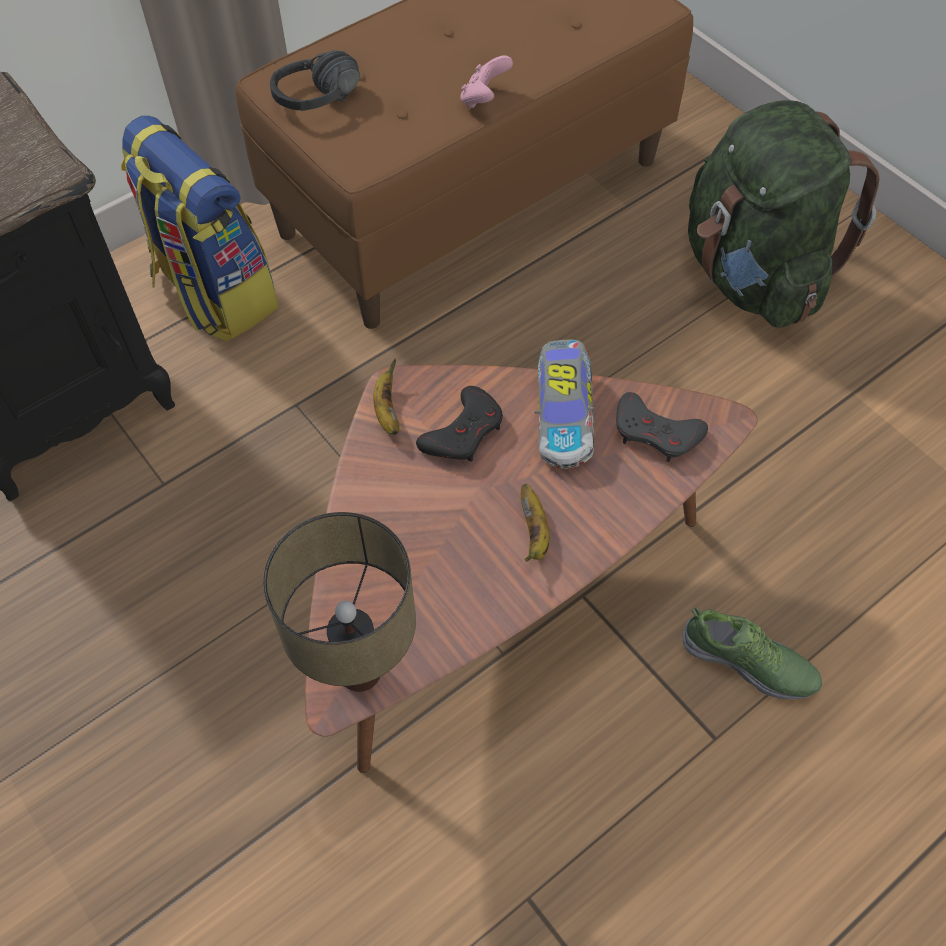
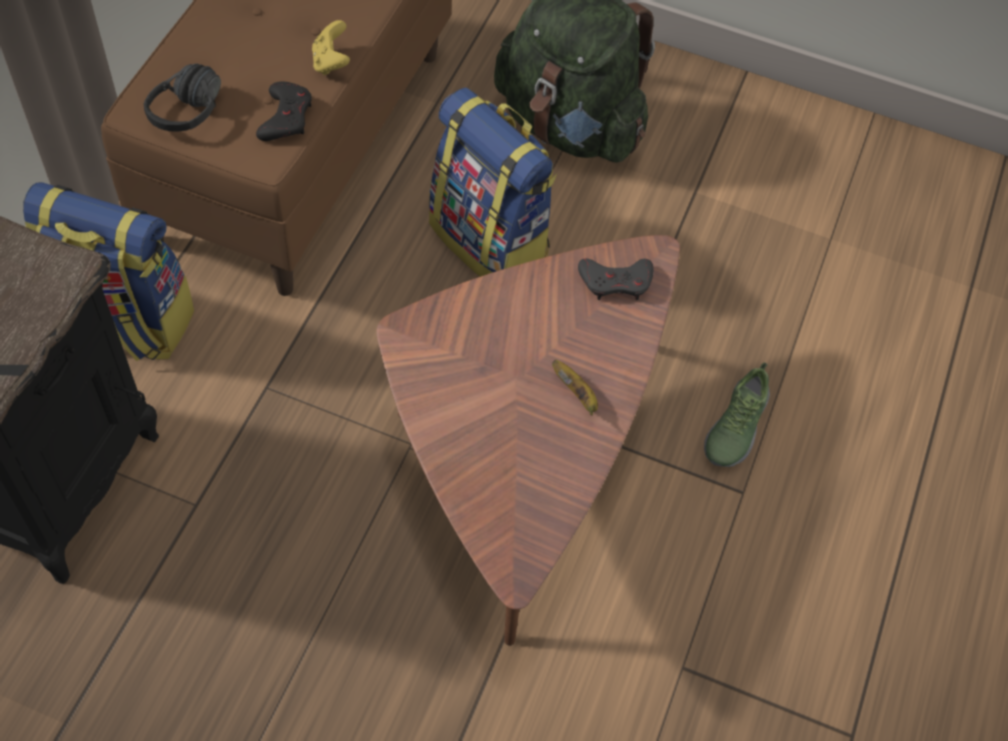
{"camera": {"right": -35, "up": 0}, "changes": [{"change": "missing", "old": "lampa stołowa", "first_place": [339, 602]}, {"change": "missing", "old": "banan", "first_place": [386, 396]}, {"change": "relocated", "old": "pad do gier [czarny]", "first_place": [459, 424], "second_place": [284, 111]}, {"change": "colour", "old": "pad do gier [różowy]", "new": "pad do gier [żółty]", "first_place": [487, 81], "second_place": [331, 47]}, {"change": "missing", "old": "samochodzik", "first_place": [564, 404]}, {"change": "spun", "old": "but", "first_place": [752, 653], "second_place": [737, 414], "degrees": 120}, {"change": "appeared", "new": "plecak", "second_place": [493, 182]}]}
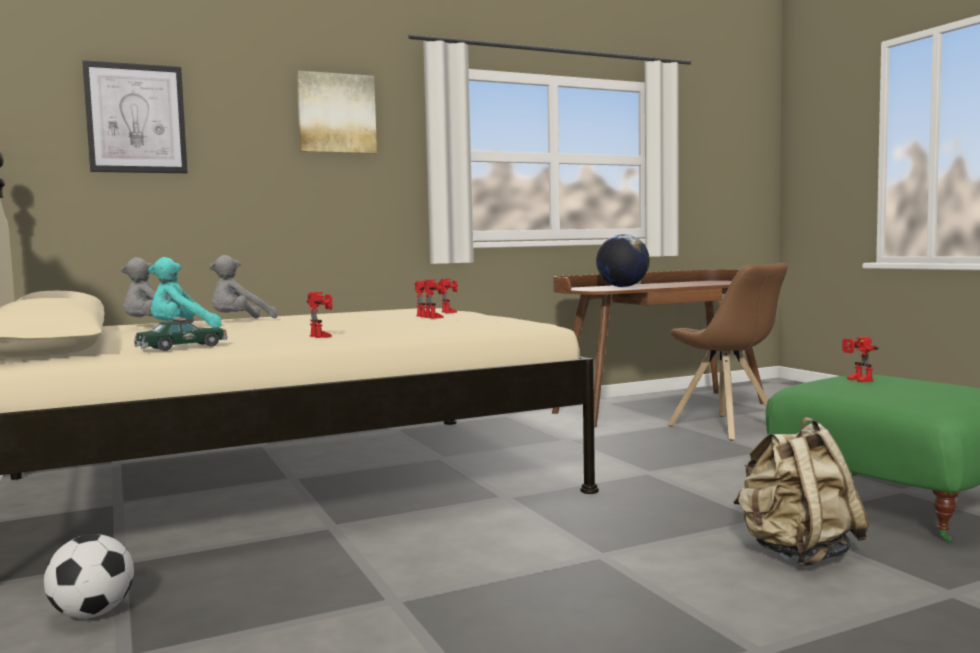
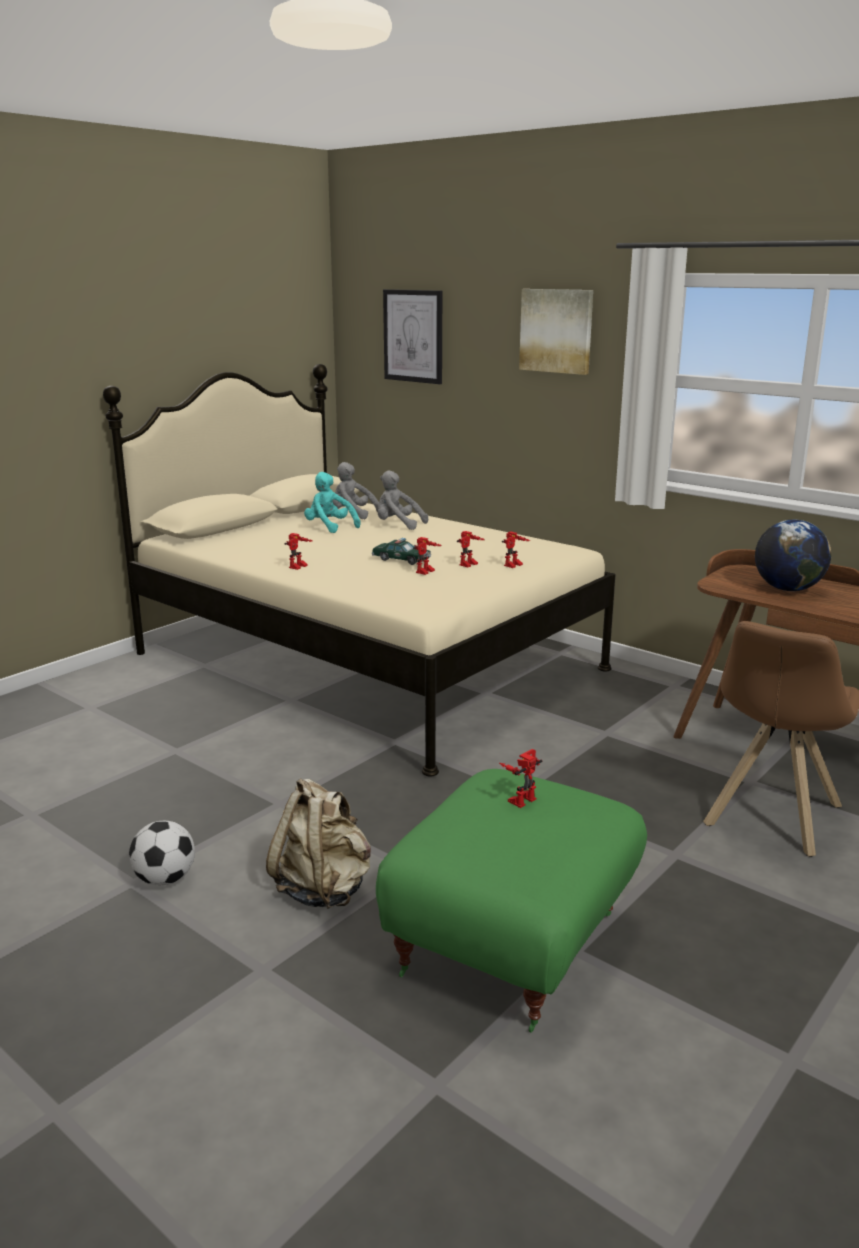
{"camera": {"right": 65, "up": 15}, "changes": [{"change": "relocated", "old": "piłka futbolowa", "first_place": [89, 576], "second_place": [162, 853]}, {"change": "relocated", "old": "samochodzik", "first_place": [181, 334], "second_place": [401, 551]}]}
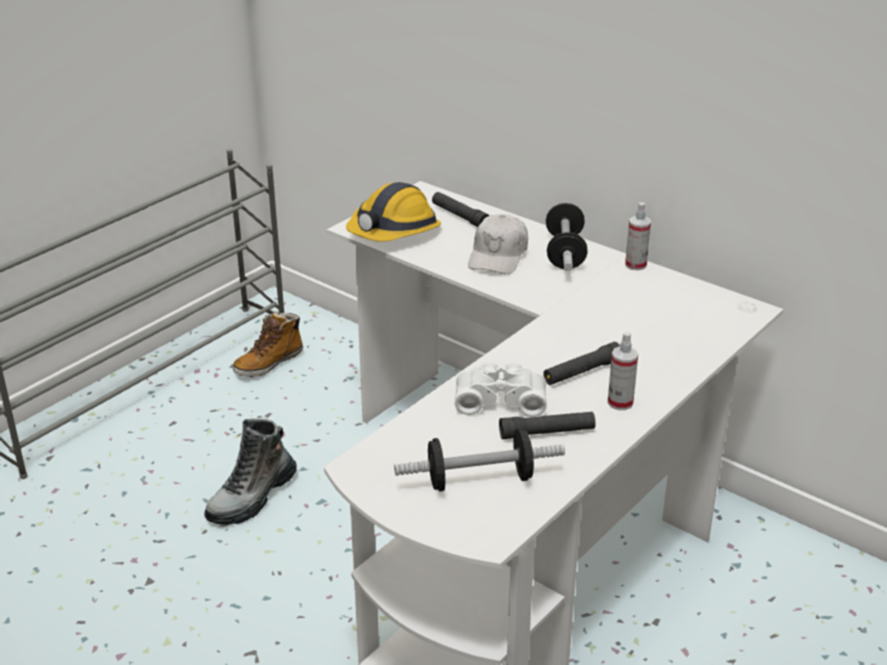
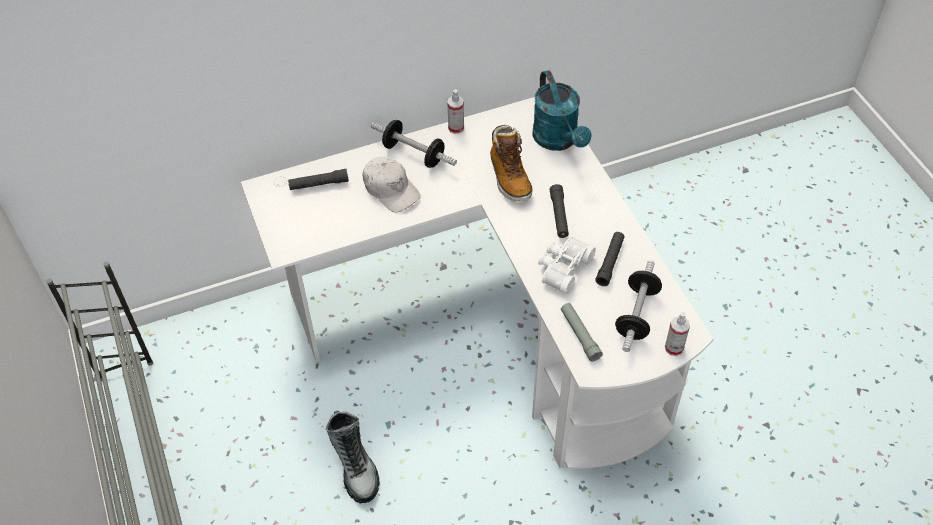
{"camera": {"right": -60, "up": 20}, "changes": [{"change": "relocated", "old": "but z cholewką", "first_place": [267, 344], "second_place": [511, 163]}, {"change": "missing", "old": "kask", "first_place": [393, 212]}, {"change": "relocated", "old": "spryskiwacz", "first_place": [623, 371], "second_place": [677, 334]}, {"change": "appeared", "new": "konewka [turkusowy]", "second_place": [562, 110]}, {"change": "appeared", "new": "latarka [szary]", "second_place": [582, 332]}]}
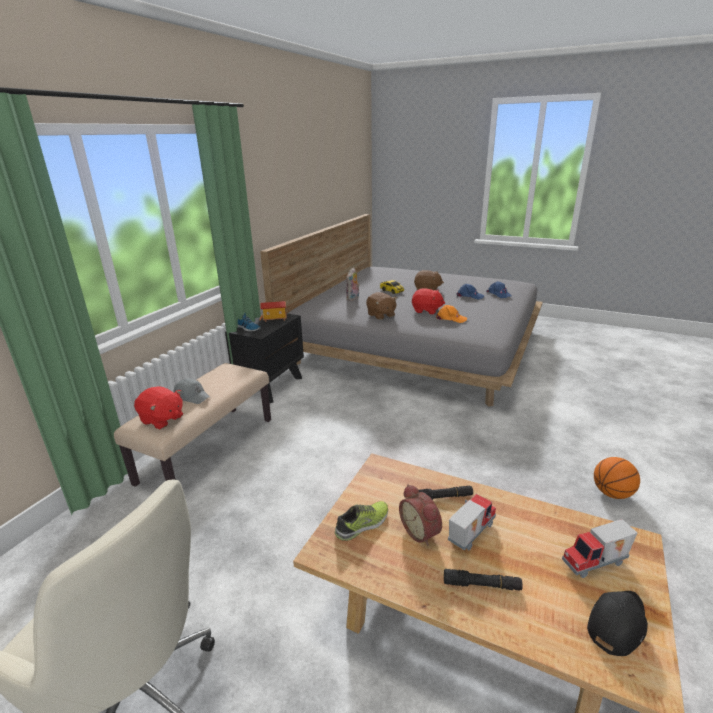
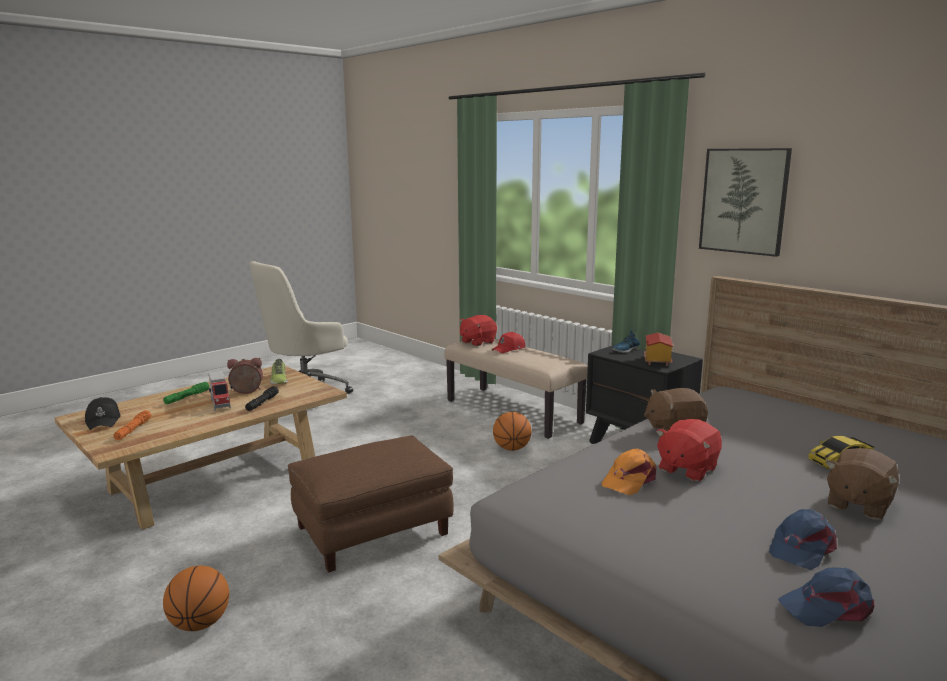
{"camera": {"right": 110, "up": -10}, "changes": [{"change": "colour", "old": "czapka z daszkiem [szary]", "new": "czapka z daszkiem [czerwony]", "first_place": [192, 391], "second_place": [508, 342]}, {"change": "missing", "old": "pluszak", "first_place": [353, 284]}, {"change": "colour", "old": "latarka [czarny]", "new": "latarka [zielony]", "first_place": [483, 579], "second_place": [186, 393]}, {"change": "exchanged", "old": "ciężarówka zabawkowa", "new": "latarka [pomarańczowy]", "first_place": [599, 548], "second_place": [132, 425]}, {"change": "appeared", "new": "pufa [brązowy]", "second_place": [371, 504]}, {"change": "appeared", "new": "piłka do koszykówki", "second_place": [512, 431]}, {"change": "appeared", "new": "obraz", "second_place": [745, 202]}]}
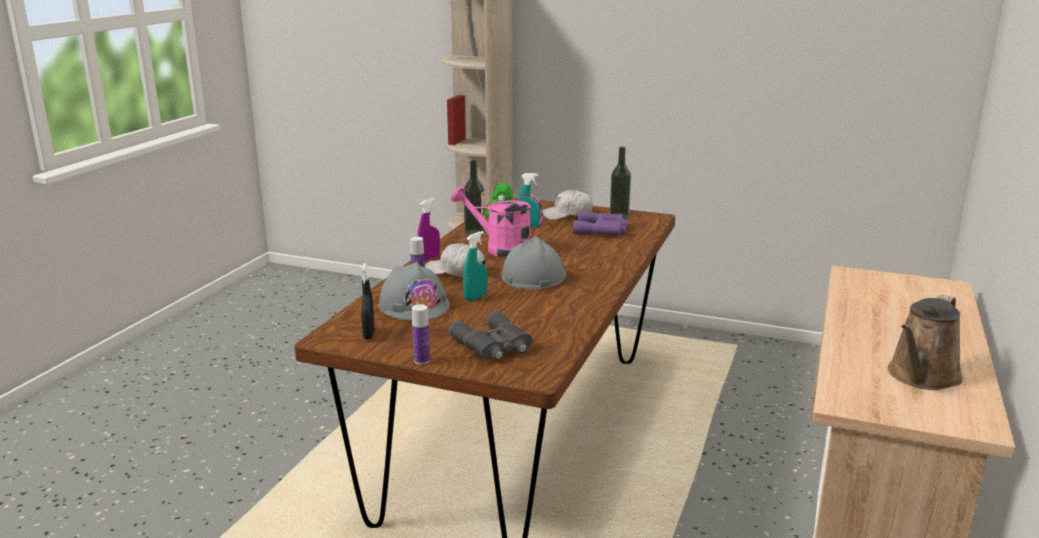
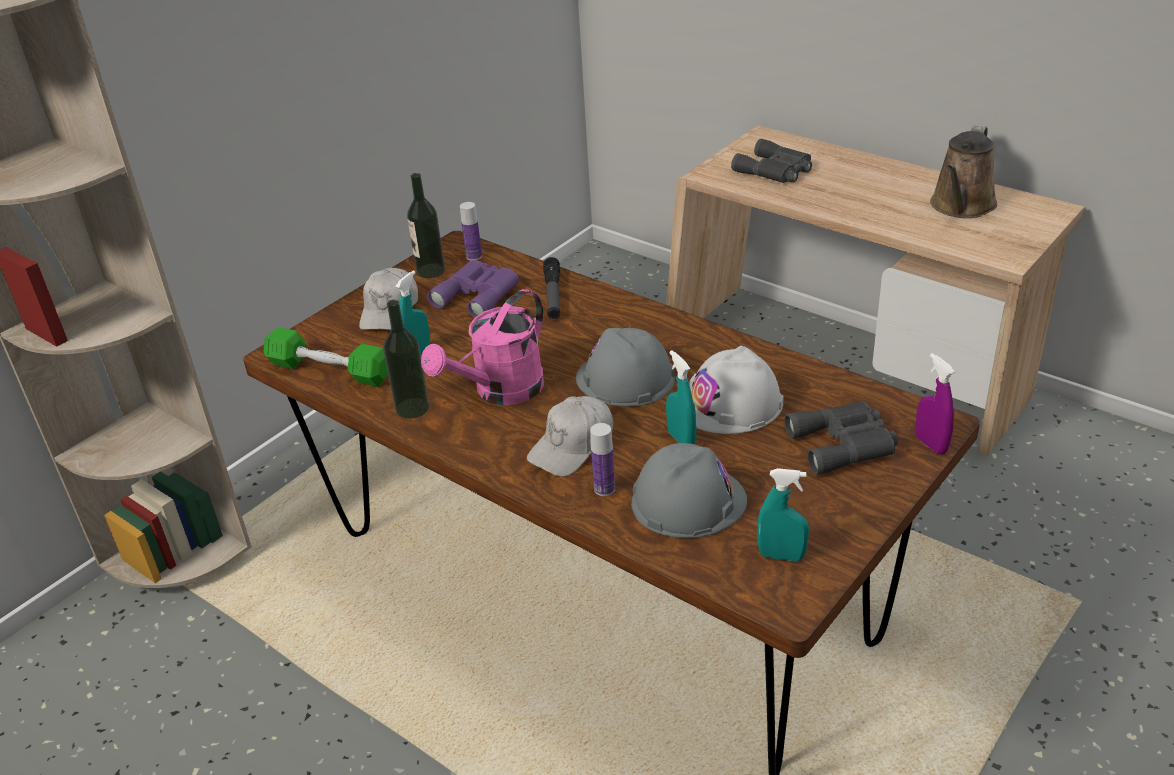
{"camera": {"right": -70, "up": 15}, "changes": [{"change": "colour", "old": "spryskiwacz [czarny]", "new": "spryskiwacz [turkusowy]", "first_place": [368, 301], "second_place": [783, 514]}, {"change": "relocated", "old": "butelka", "first_place": [421, 334], "second_place": [471, 231]}, {"change": "relocated", "old": "spryskiwacz [fioletowy]", "first_place": [428, 229], "second_place": [935, 404]}, {"change": "spun", "old": "konewka [brązowy]", "first_place": [925, 342], "second_place": [963, 172], "degrees": 60}, {"change": "appeared", "new": "latarka", "second_place": [551, 288]}, {"change": "appeared", "new": "kask [biały]", "second_place": [736, 390]}, {"change": "appeared", "new": "lornetka [szary]", "second_place": [771, 161]}]}
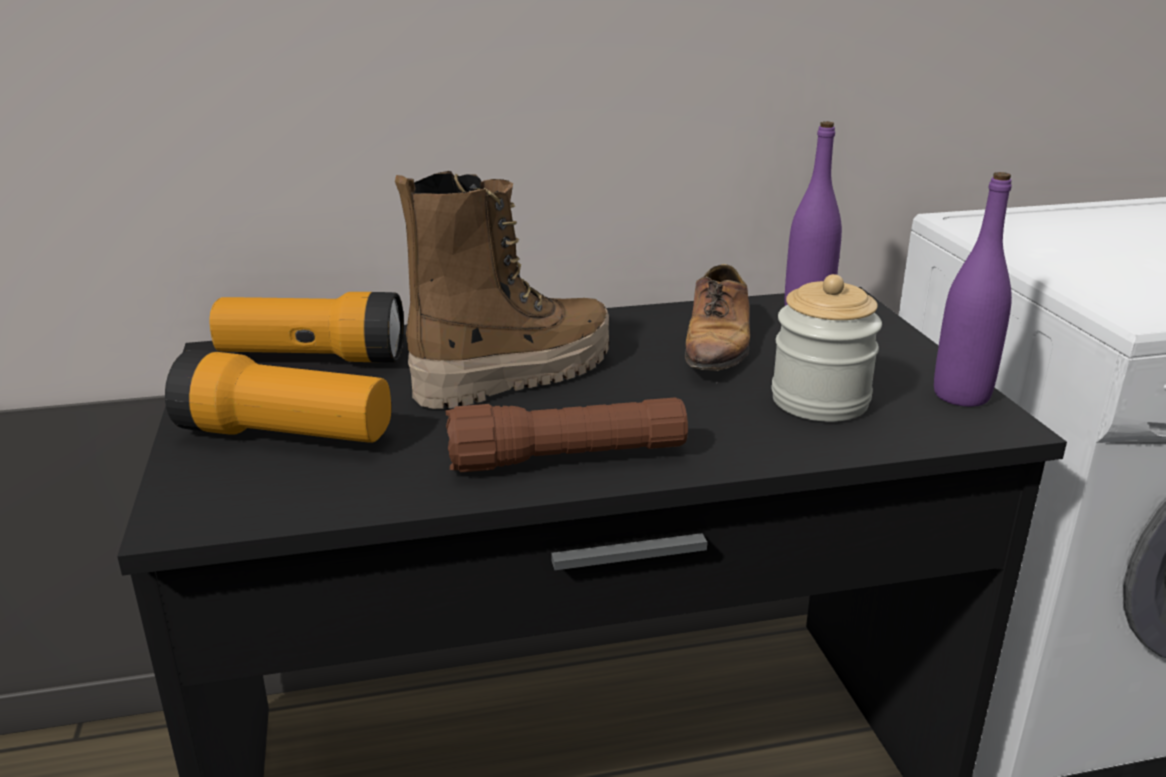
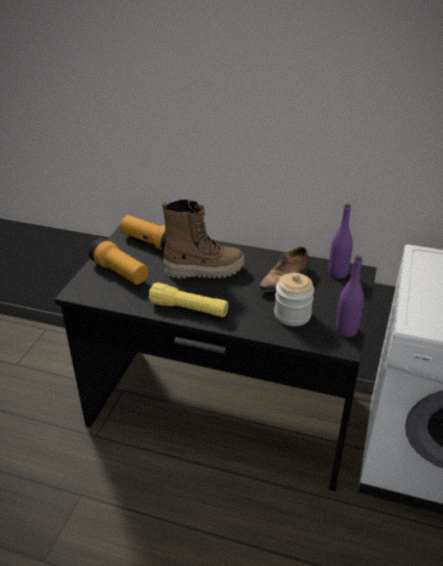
{"camera": {"right": 30, "up": 10}, "changes": [{"change": "colour", "old": "latarka [brązowy]", "new": "latarka [żółty]", "first_place": [566, 434], "second_place": [188, 300]}]}
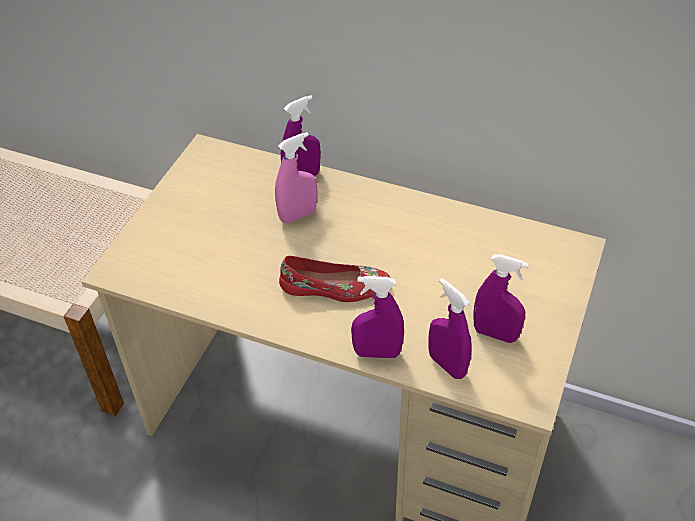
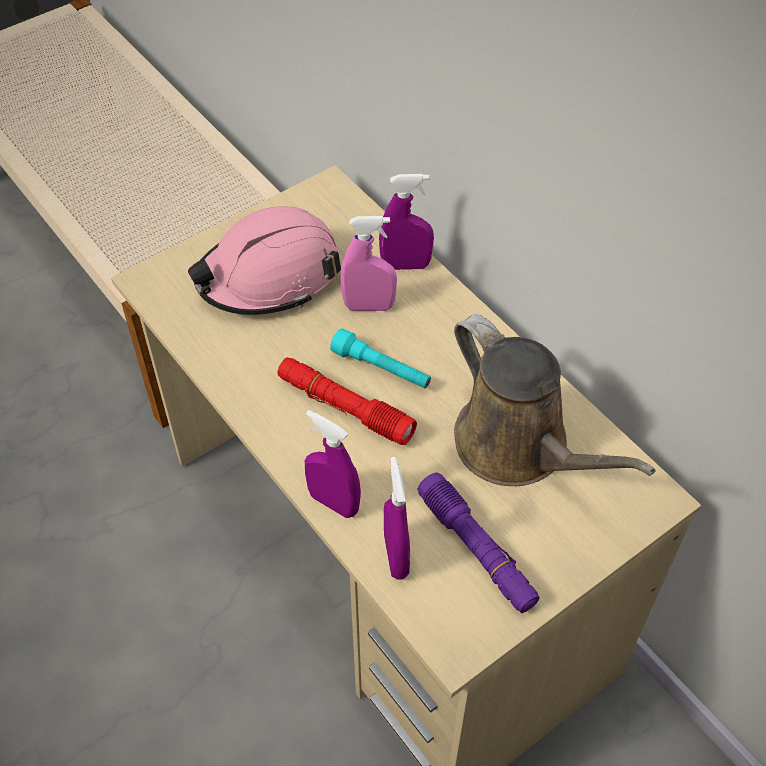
{"camera": {"right": 30, "up": 5}, "changes": [{"change": "exchanged", "old": "but [czerwony]", "new": "latarka [czerwony]", "first_place": [334, 279], "second_place": [347, 401]}, {"change": "exchanged", "old": "spryskiwacz [fioletowy]", "new": "latarka [fioletowy]", "first_place": [501, 298], "second_place": [479, 542]}, {"change": "appeared", "new": "kask [różowy]", "second_place": [264, 260]}, {"change": "appeared", "new": "latarka [turkusowy]", "second_place": [380, 358]}, {"change": "appeared", "new": "konewka [brązowy]", "second_place": [555, 400]}]}
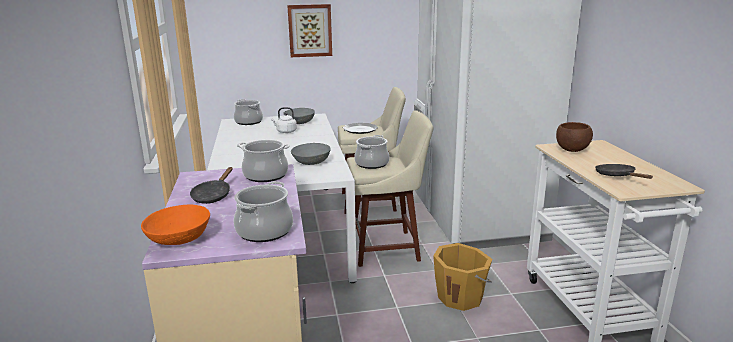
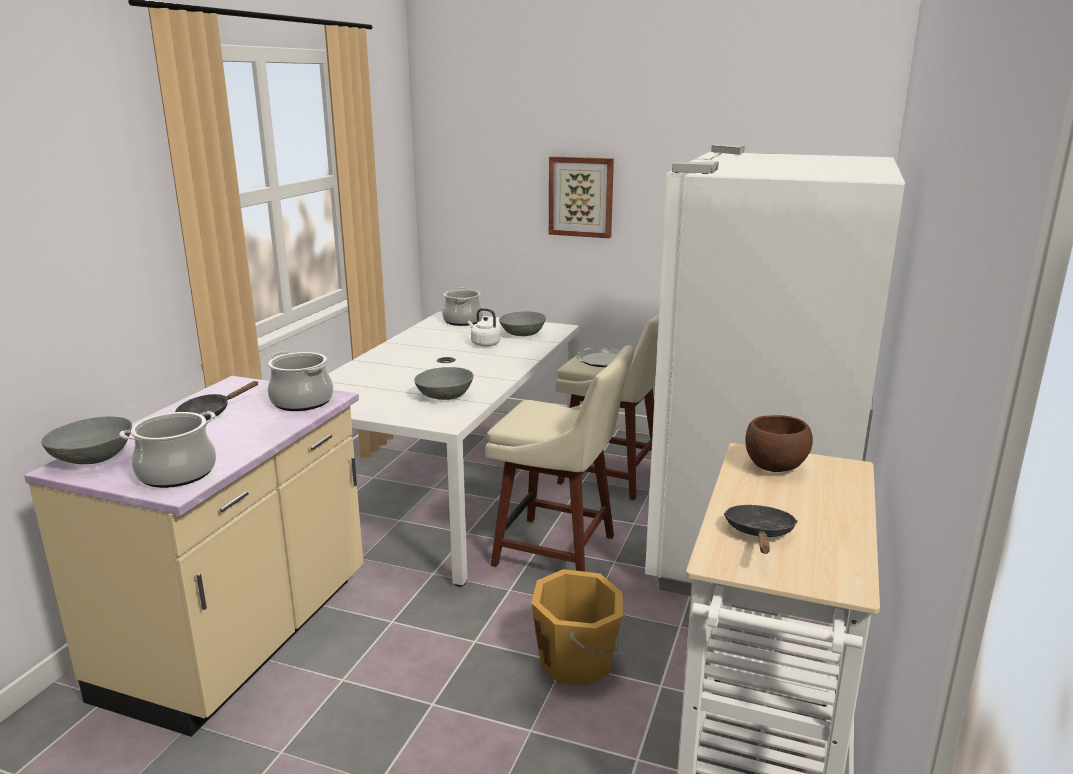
{"camera": {"right": 30, "up": 0}, "changes": [{"change": "colour", "old": "miska [pomarańczowy]", "new": "miska [szary]", "first_place": [175, 225], "second_place": [87, 440]}, {"change": "missing", "old": "garnek", "first_place": [371, 152]}]}
